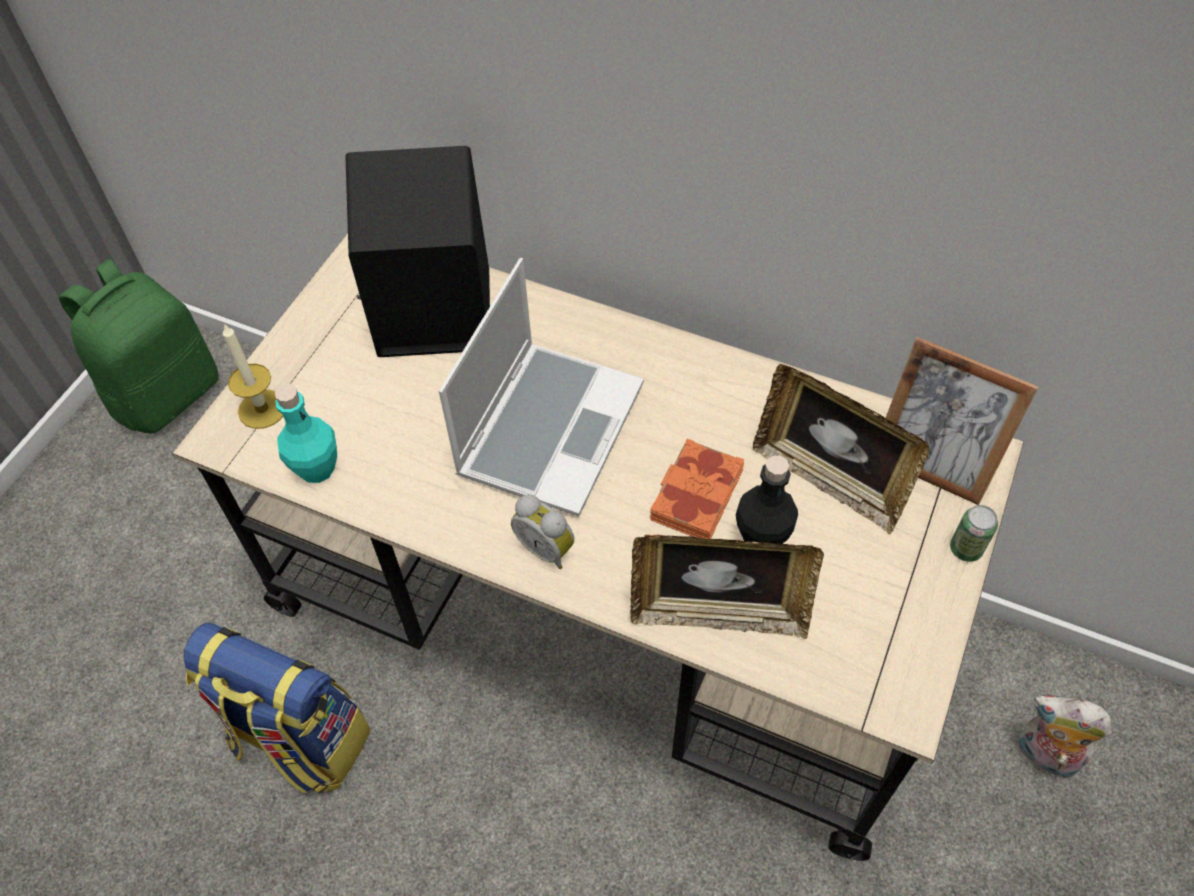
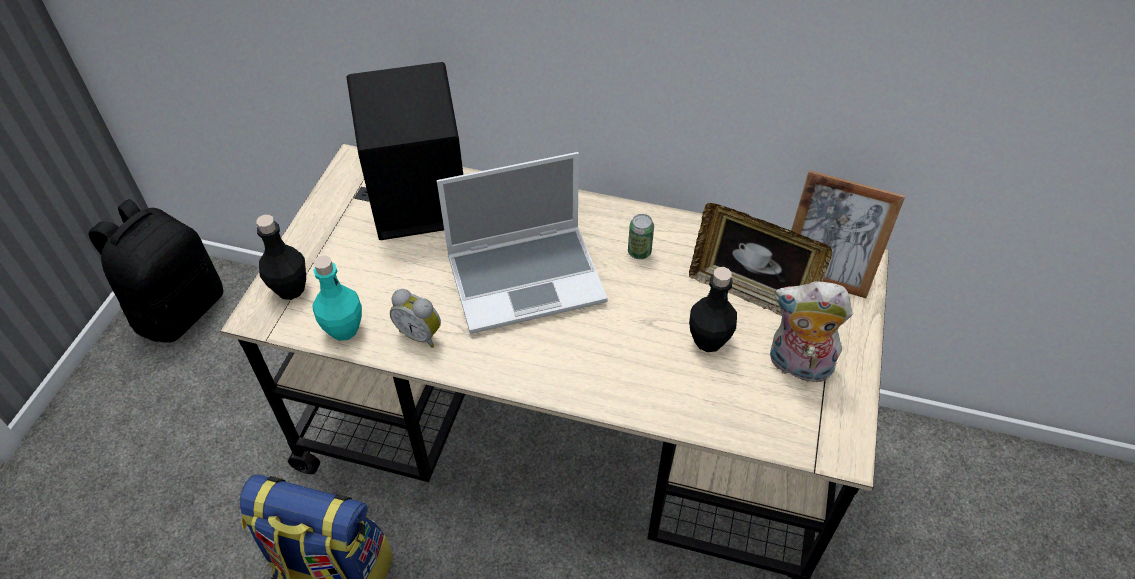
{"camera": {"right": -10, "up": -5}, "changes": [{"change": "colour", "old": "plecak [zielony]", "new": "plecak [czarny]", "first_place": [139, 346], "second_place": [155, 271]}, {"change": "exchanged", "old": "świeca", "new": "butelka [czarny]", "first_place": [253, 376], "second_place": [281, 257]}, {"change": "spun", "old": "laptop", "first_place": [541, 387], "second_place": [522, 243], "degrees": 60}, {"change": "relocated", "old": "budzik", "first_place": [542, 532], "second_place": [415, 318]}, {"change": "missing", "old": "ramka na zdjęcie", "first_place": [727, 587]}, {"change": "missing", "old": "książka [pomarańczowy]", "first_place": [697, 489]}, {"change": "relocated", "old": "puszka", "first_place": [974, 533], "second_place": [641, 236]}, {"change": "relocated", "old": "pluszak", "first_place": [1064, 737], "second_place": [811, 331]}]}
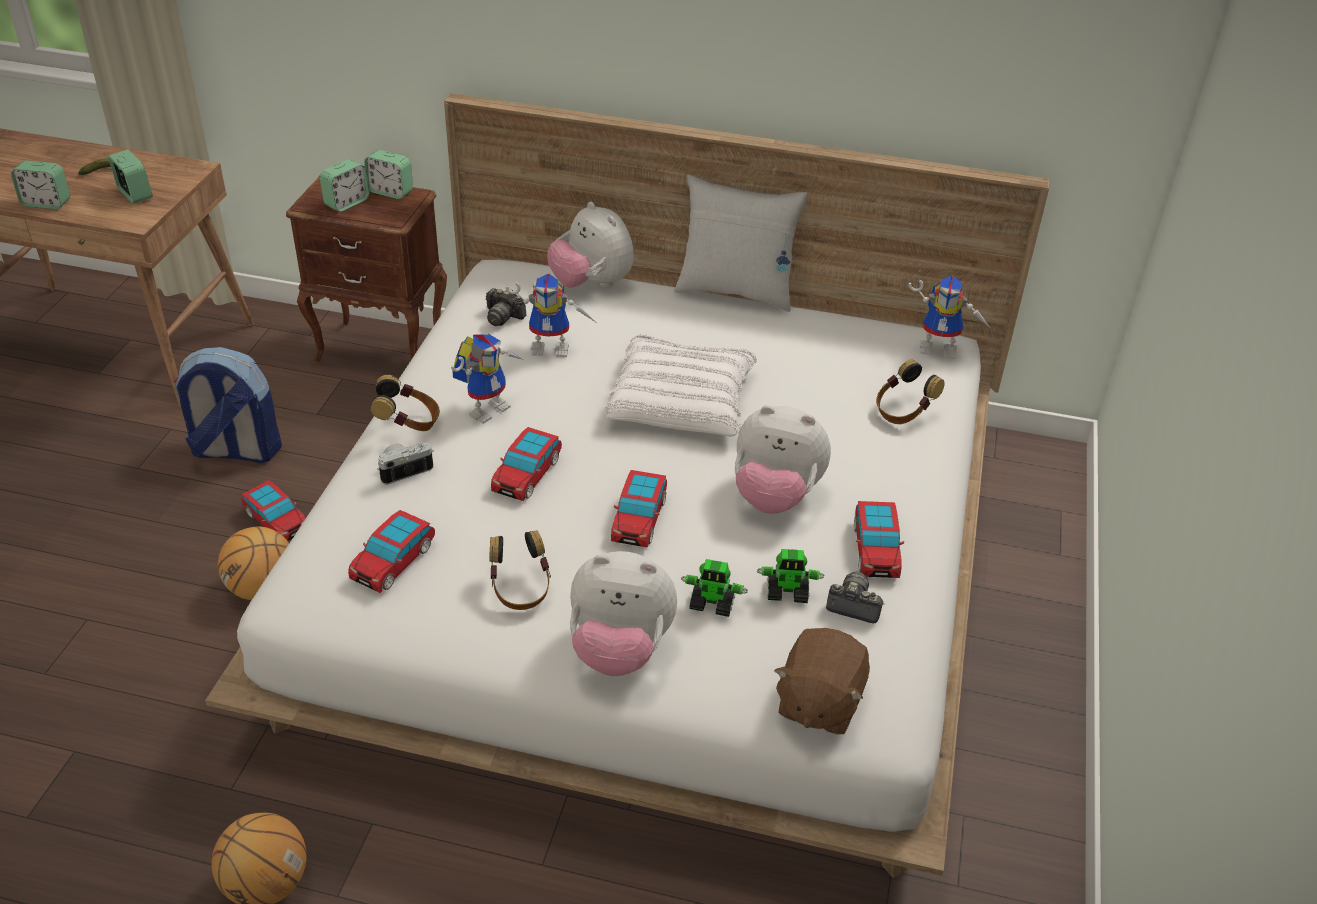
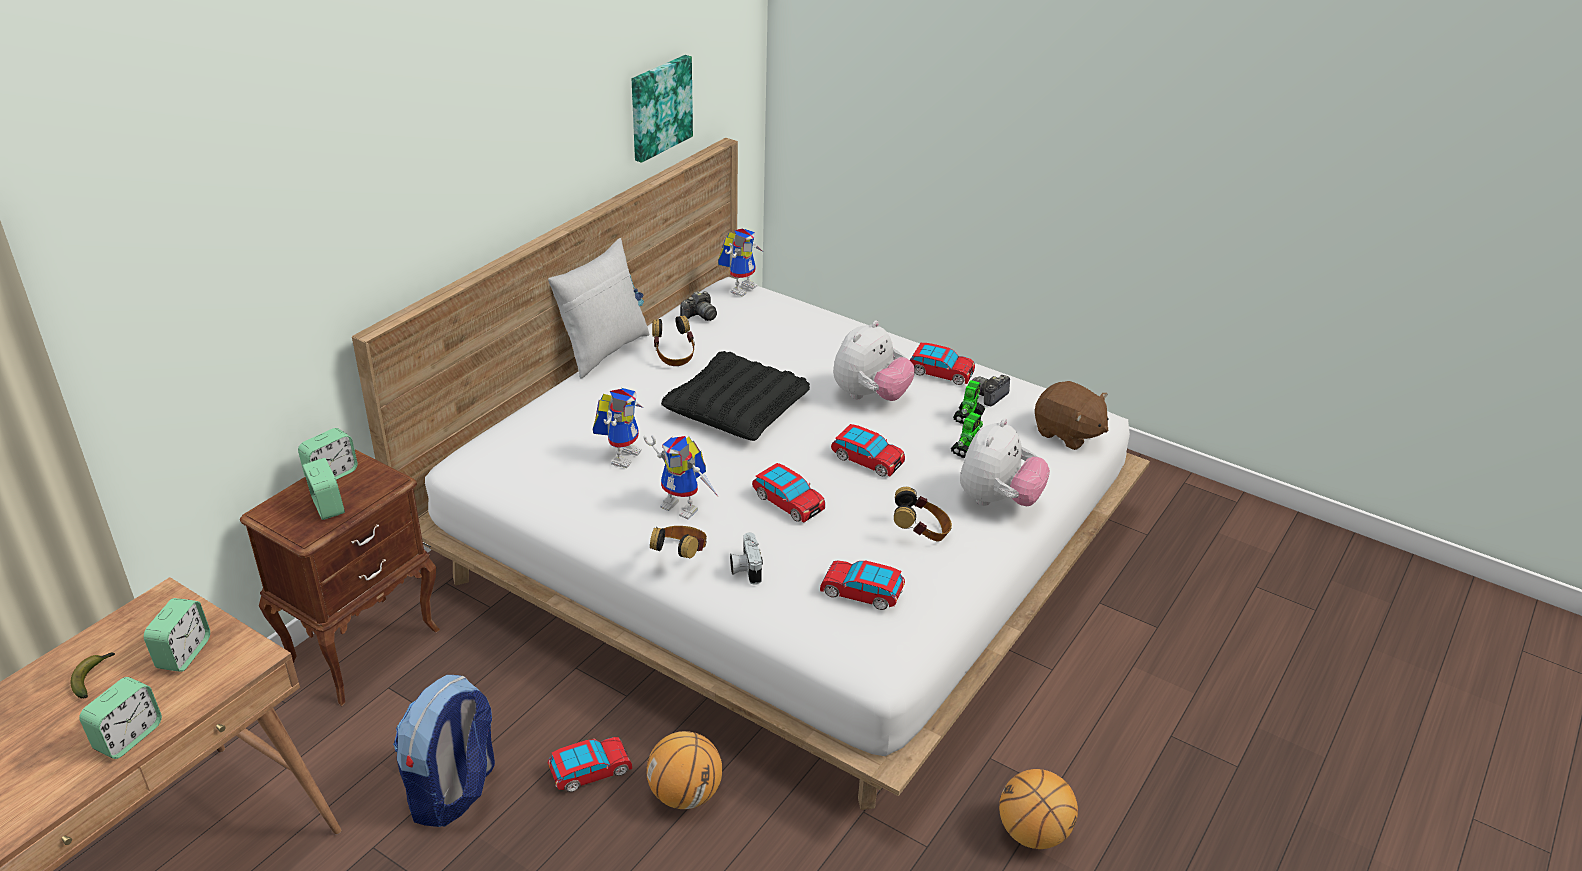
{"camera": {"right": -70, "up": -5}, "changes": [{"change": "spun", "old": "budzik", "first_place": [130, 176], "second_place": [177, 635], "degrees": 120}, {"change": "spun", "old": "samochodzik", "first_place": [391, 551], "second_place": [862, 585], "degrees": 150}, {"change": "spun", "old": "robot zabawkowy", "first_place": [487, 379], "second_place": [681, 477], "degrees": 150}, {"change": "relocated", "old": "aparat fotograficzny", "first_place": [506, 307], "second_place": [698, 306]}, {"change": "missing", "old": "pluszak", "first_place": [590, 245]}, {"change": "colour", "old": "poduszka [biały]", "new": "poduszka [czarny]", "first_place": [681, 385], "second_place": [735, 396]}, {"change": "relocated", "old": "słuchawki", "first_place": [910, 391], "second_place": [673, 340]}, {"change": "appeared", "new": "obraz", "second_place": [662, 109]}]}
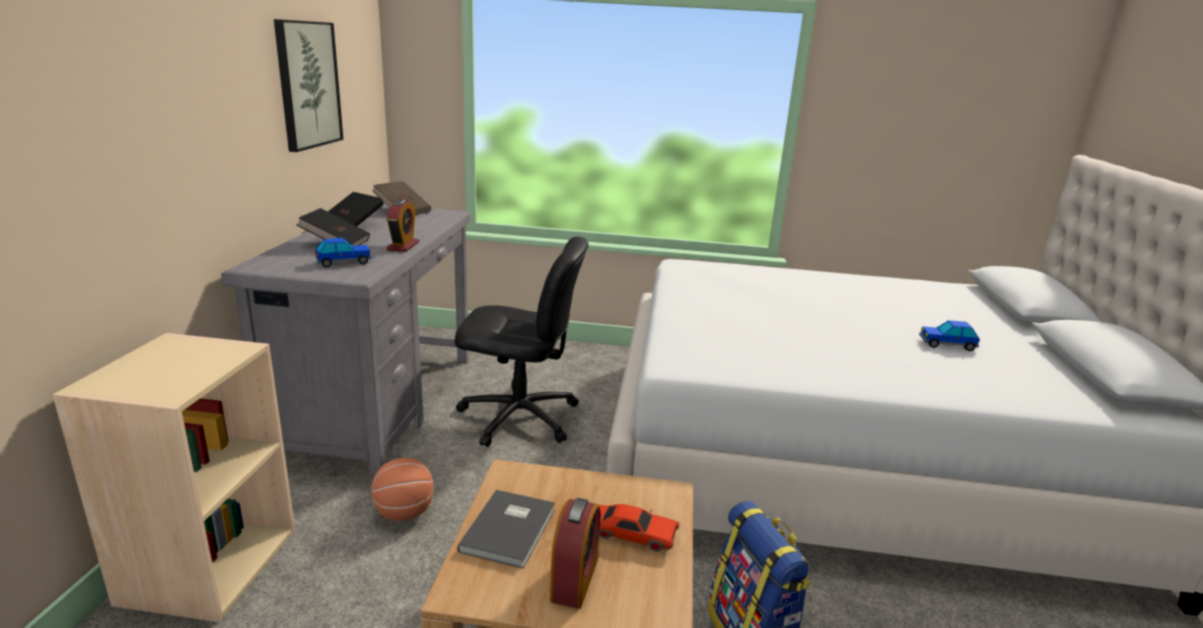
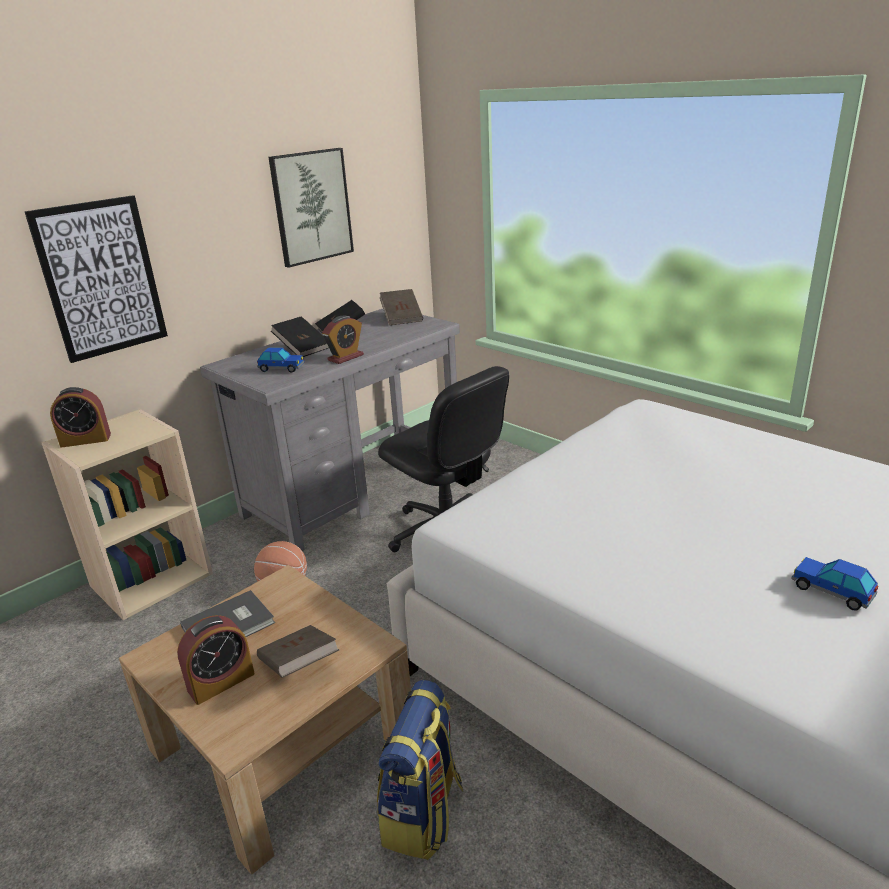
{"camera": {"right": 40, "up": 5}, "changes": [{"change": "exchanged", "old": "samochodzik [czerwony]", "new": "książka [brązowy]", "first_place": [638, 528], "second_place": [298, 651]}, {"change": "appeared", "new": "obraz", "second_place": [96, 279]}, {"change": "appeared", "new": "budzik", "second_place": [80, 417]}]}
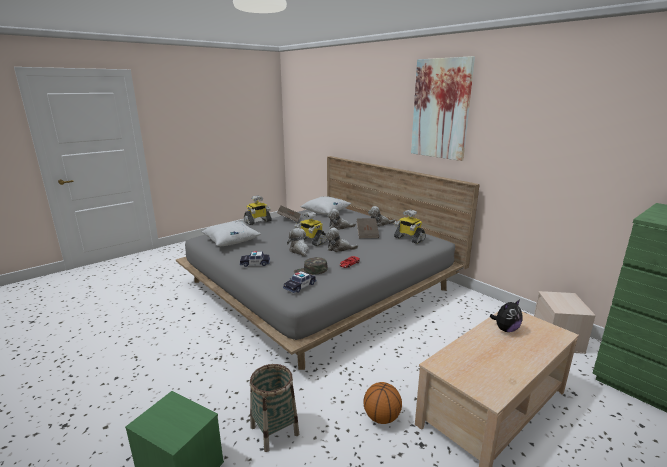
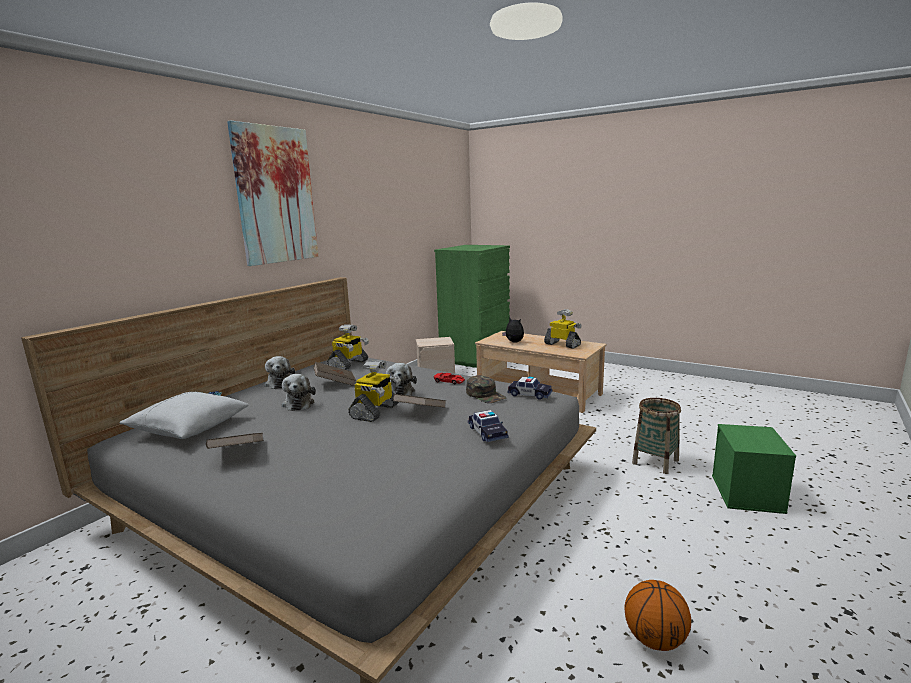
{"camera": {"right": -105, "up": -5}, "changes": [{"change": "missing", "old": "poduszka [szary]", "first_place": [231, 233]}, {"change": "relocated", "old": "robot zabawkowy", "first_place": [258, 210], "second_place": [563, 329]}, {"change": "exchanged", "old": "pluszak", "new": "książka [brązowy]", "first_place": [298, 242], "second_place": [419, 401]}, {"change": "relocated", "old": "piłka do koszykówki", "first_place": [382, 403], "second_place": [657, 615]}]}
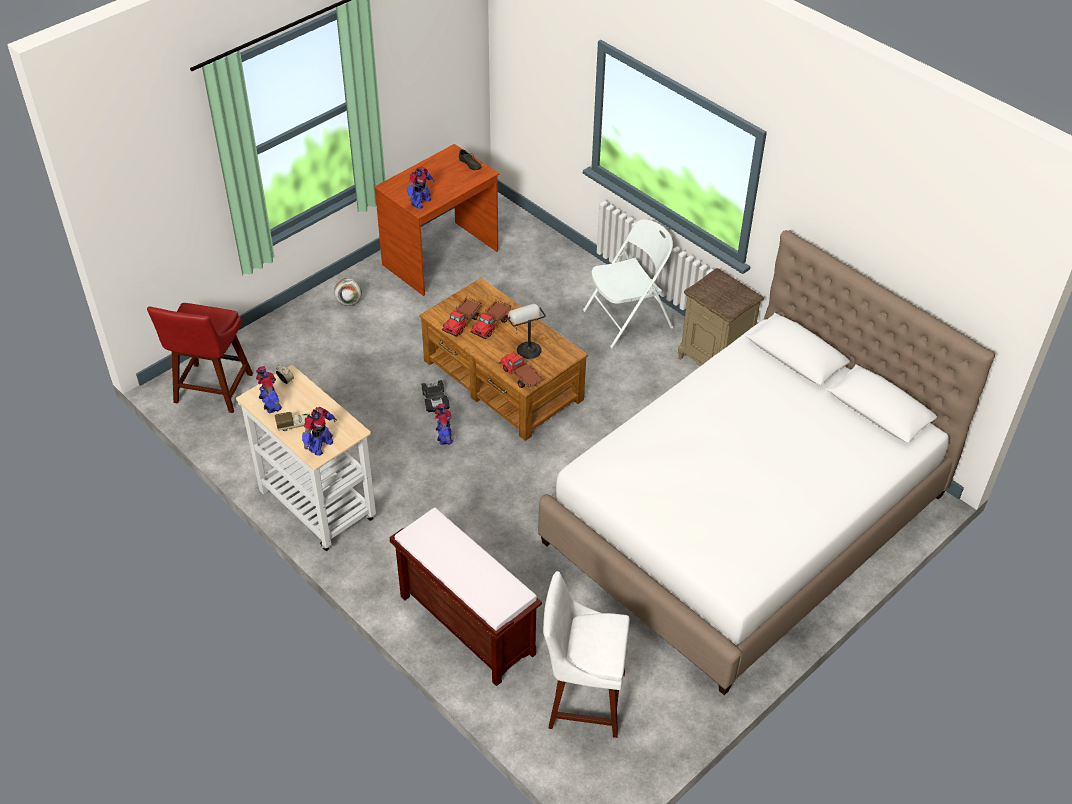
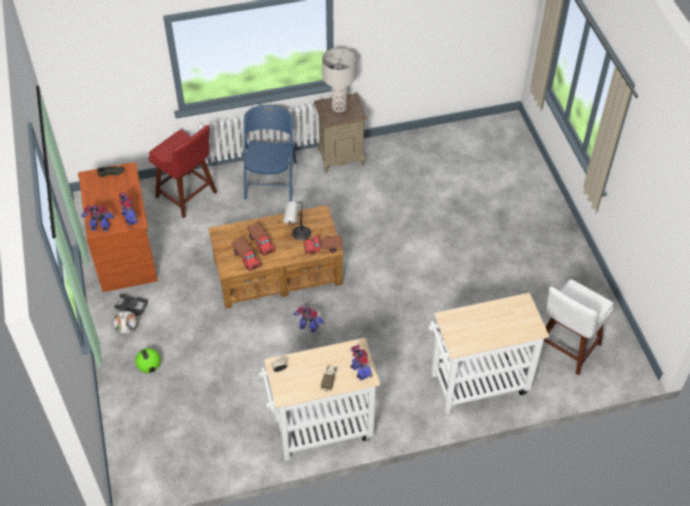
{"camera": {"right": -60, "up": 5}, "changes": [{"change": "relocated", "old": "krzesło [czerwony]", "first_place": [200, 358], "second_place": [183, 171]}, {"change": "relocated", "old": "robot zabawkowy", "first_place": [269, 389], "second_place": [98, 218]}, {"change": "exchanged", "old": "ławka [brązowy]", "new": "wózek [biały]", "first_place": [466, 597], "second_place": [489, 353]}, {"change": "relocated", "old": "samochodzik [czarny]", "first_place": [435, 396], "second_place": [131, 305]}, {"change": "missing", "old": "łóżko [biały]", "first_place": [766, 462]}, {"change": "colour", "old": "krzesło [biały]", "new": "krzesło [niebieski]", "first_place": [628, 284], "second_place": [270, 153]}, {"change": "appeared", "new": "piłka futbolowa", "second_place": [148, 360]}, {"change": "appeared", "new": "lampa stołowa [biały]", "second_place": [339, 79]}]}
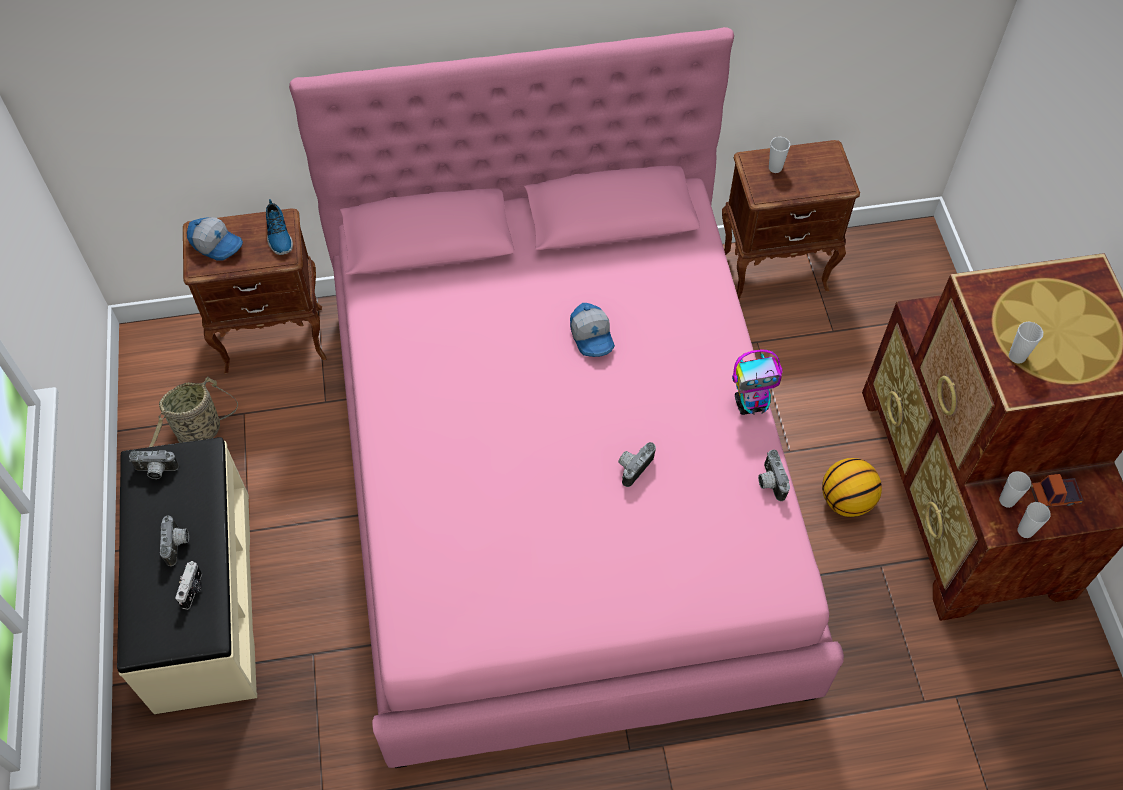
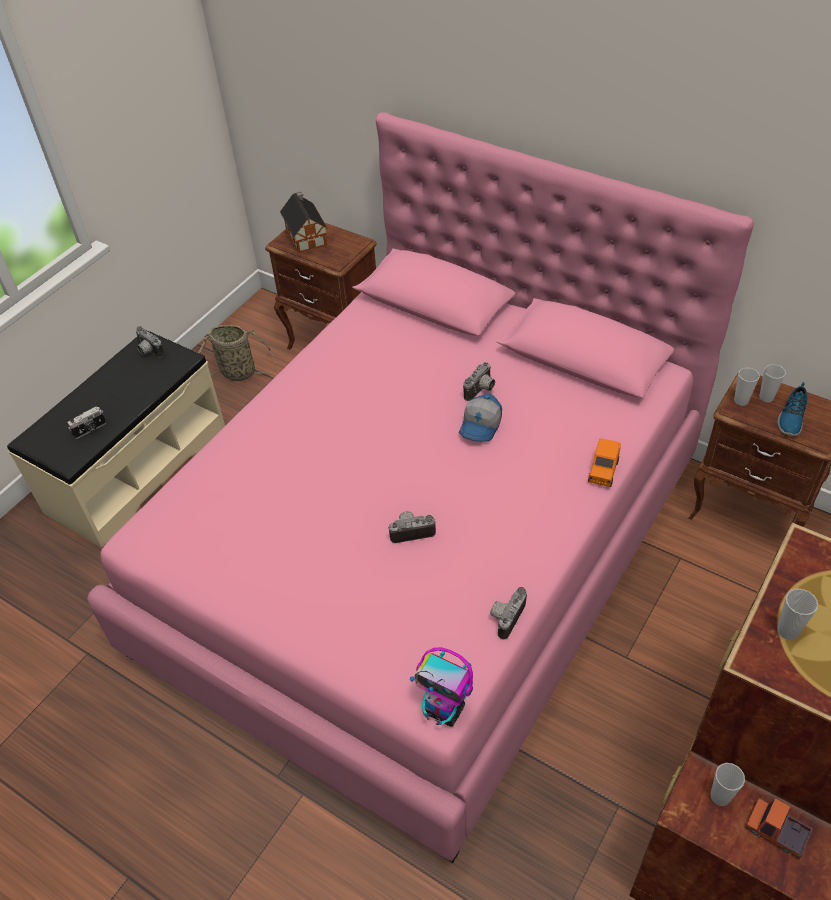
{"camera": {"right": 45, "up": -10}, "changes": [{"change": "relocated", "old": "aparat fotograficzny", "first_place": [174, 541], "second_place": [479, 381]}, {"change": "exchanged", "old": "czapka z daszkiem", "new": "domek", "first_place": [215, 239], "second_place": [304, 222]}, {"change": "relocated", "old": "but", "first_place": [279, 227], "second_place": [792, 409]}, {"change": "relocated", "old": "robot zabawkowy", "first_place": [757, 382], "second_place": [441, 687]}, {"change": "missing", "old": "piłka do koszykówki", "first_place": [852, 487]}, {"change": "relocated", "old": "filiżanka", "first_place": [1034, 520], "second_place": [747, 387]}, {"change": "appeared", "new": "samochodzik [pomarańczowy]", "second_place": [604, 462]}]}
